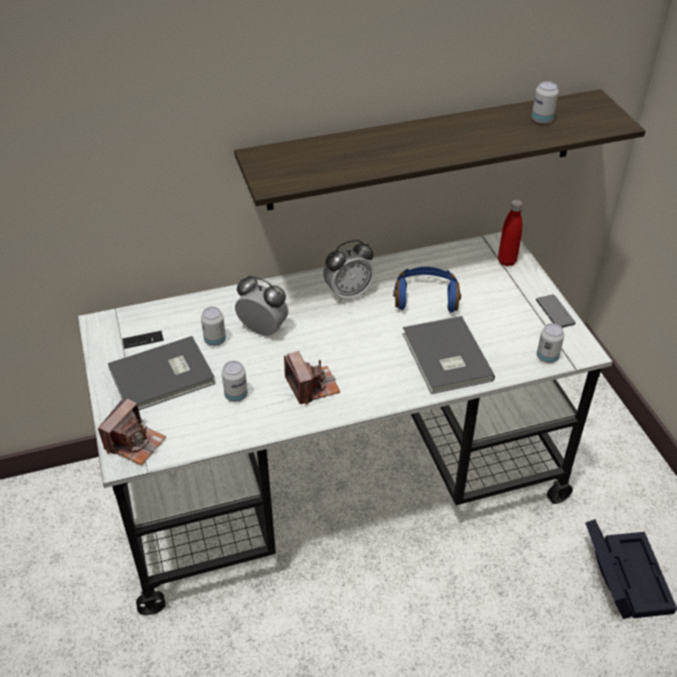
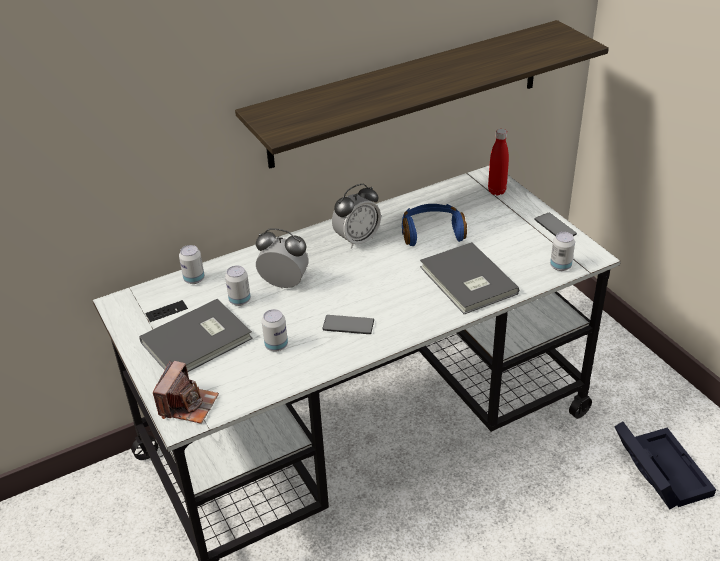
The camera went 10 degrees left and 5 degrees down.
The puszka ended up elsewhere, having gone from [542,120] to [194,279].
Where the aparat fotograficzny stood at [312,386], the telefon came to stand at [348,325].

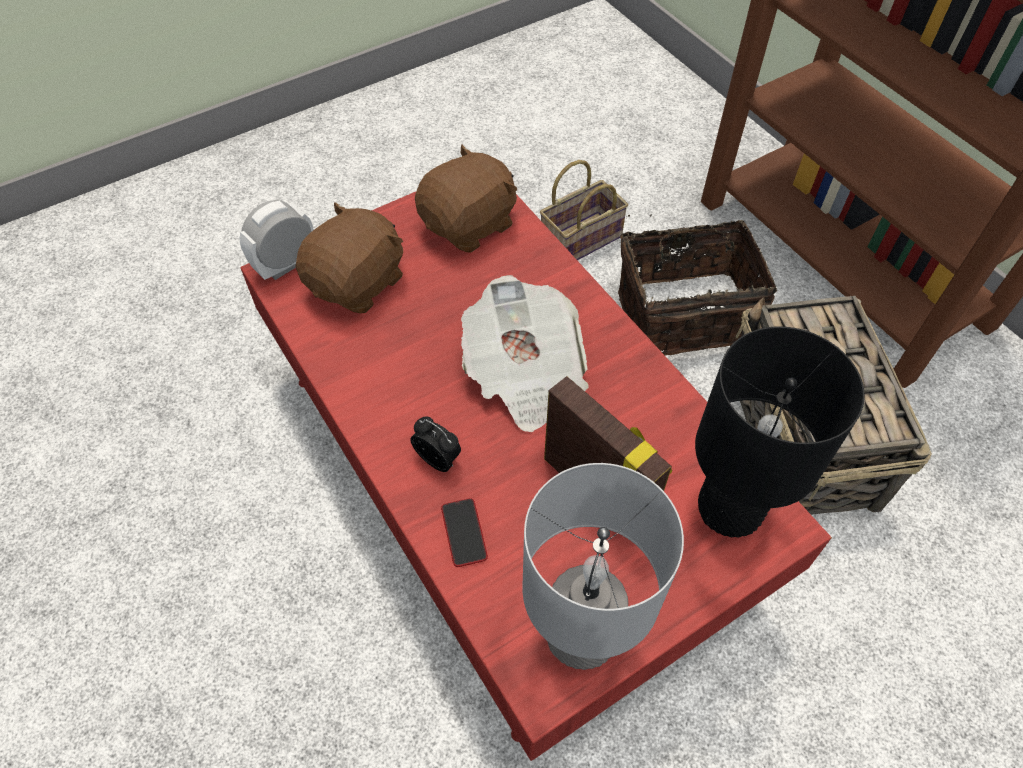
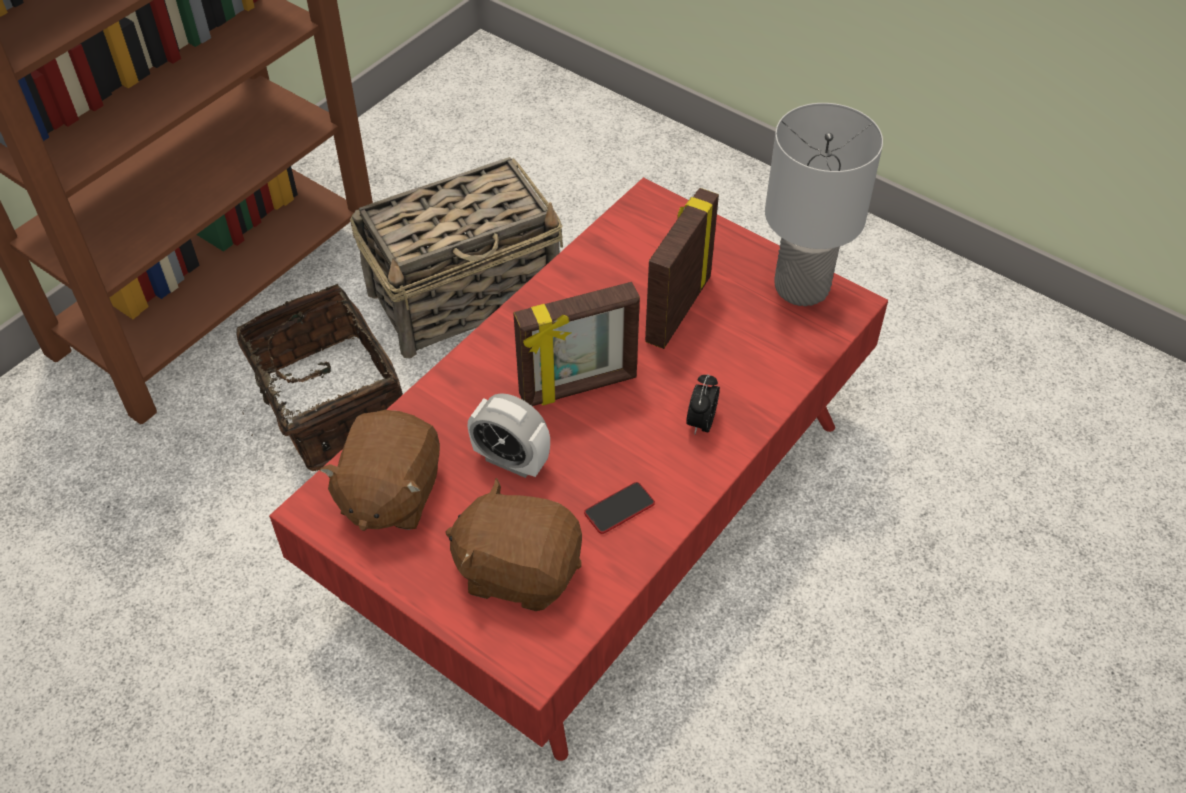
The camera went 110 degrees left and 5 degrees down.
The pluszak (brązowy) at [470,225] ended up facing another way, 105 degrees counterclockwise from before.
The second view lost the koszyk at [581,238].
The budzik ended up elsewhere, having gone from [286,264] to [511,460].
Where the gazeta stood at [525,374], the ramka na zdjęcie came to stand at [578,388].
The second view lost the lampa stołowa (czarny) at [727,511].
The telefon ended up elsewhere, having gone from [464,532] to [619,508].

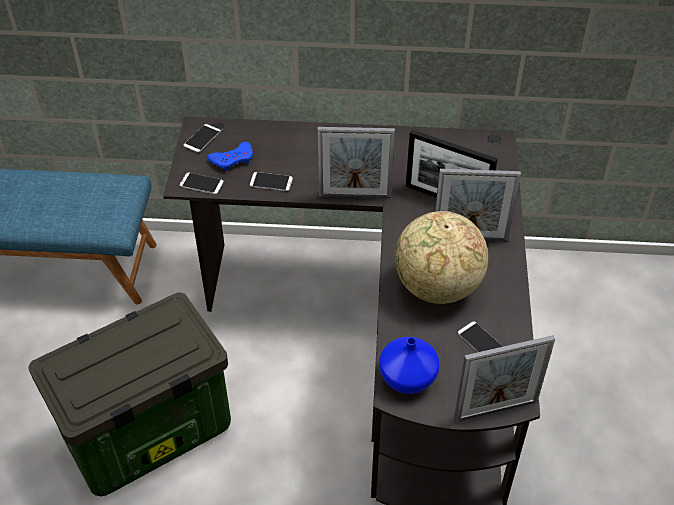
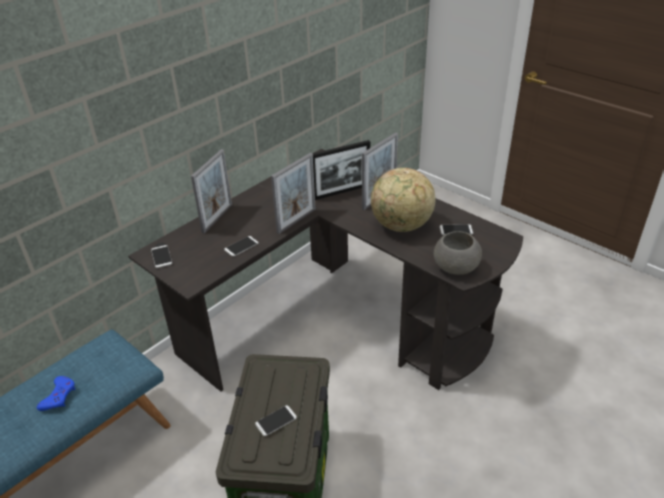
The camera went 50 degrees left and 10 degrees down.
The pad do gier (niebieski) ended up elsewhere, having gone from [233,160] to [59,396].
The telefon ended up elsewhere, having gone from [201,184] to [276,421].
The ramka na zdjęcie ended up elsewhere, having gone from [495,410] to [217,218].
Where the wazon (niebieski) stood at [407,377], the miska (szary) came to stand at [455,267].

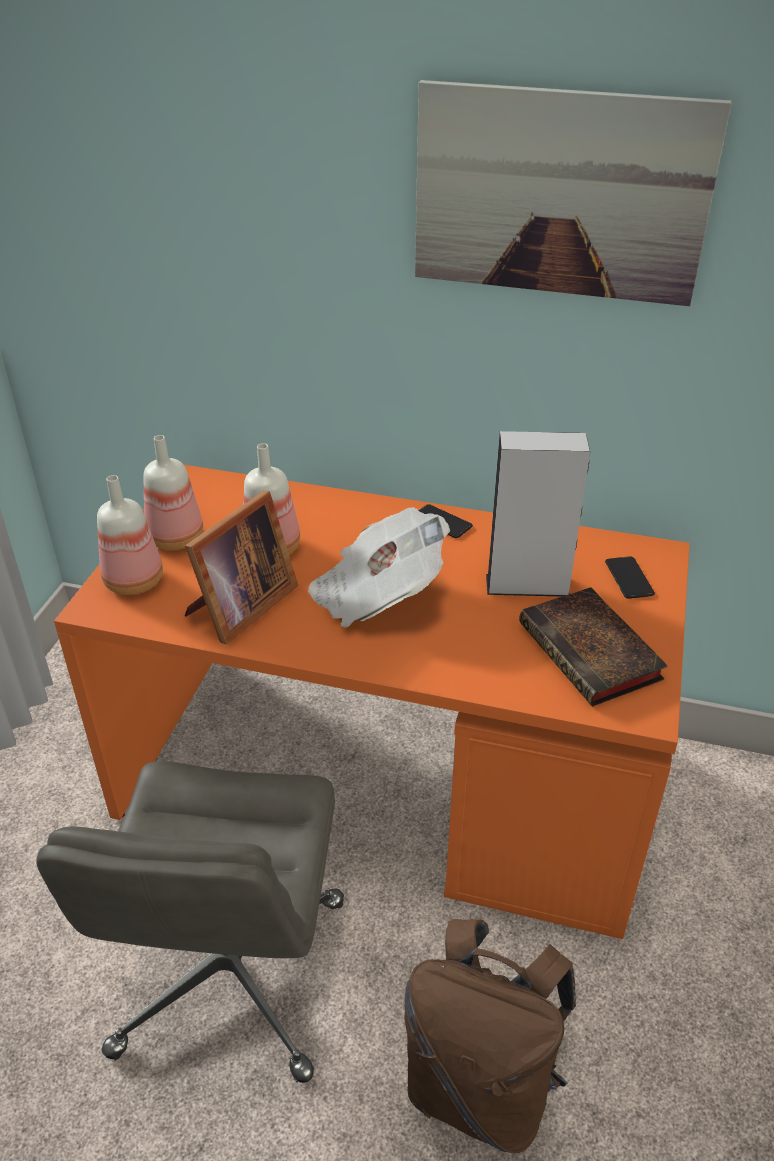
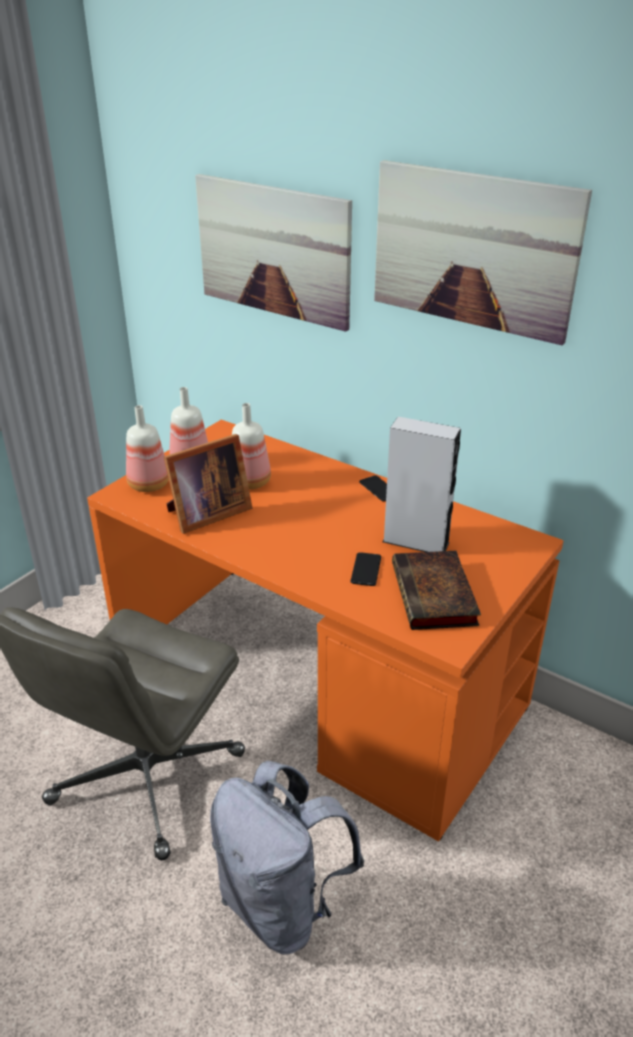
The camera went 20 degrees right and 5 degrees down.
The second view lost the gazeta at [377,594].
The telefon ended up elsewhere, having gone from [629,578] to [366,570].
What was the plecak (brązowy) at [481,1083] turned into the plecak (szary) at [282,904].
The second view gained the obraz at [273,250].

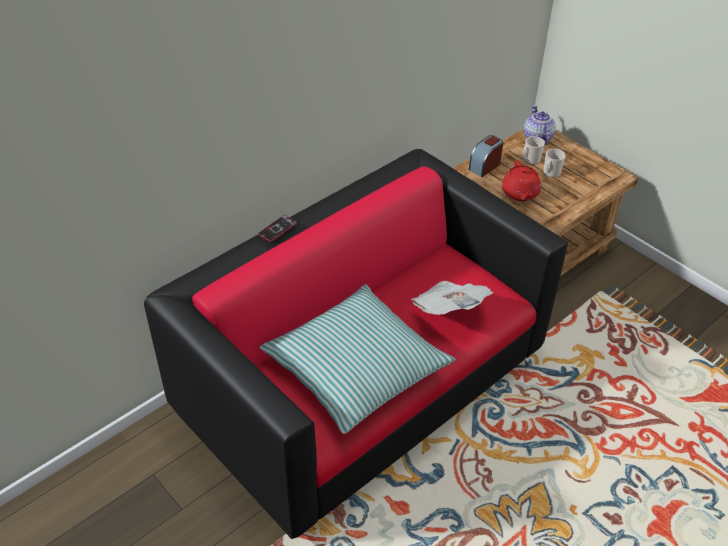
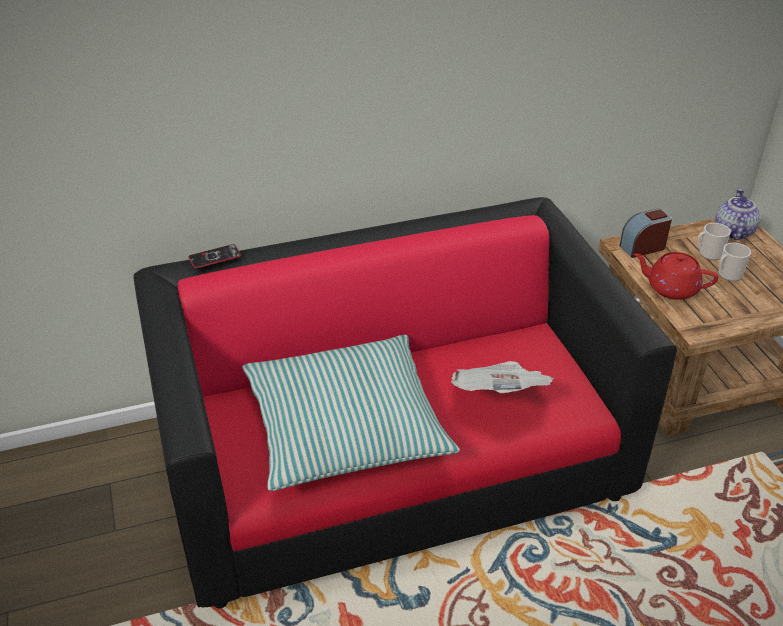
The camera went 25 degrees right and 5 degrees down.
The imbryk (czerwony) at [520,194] ended up facing another way, 90 degrees clockwise from before.
The telefon ended up elsewhere, having gone from [277,229] to [215,257].

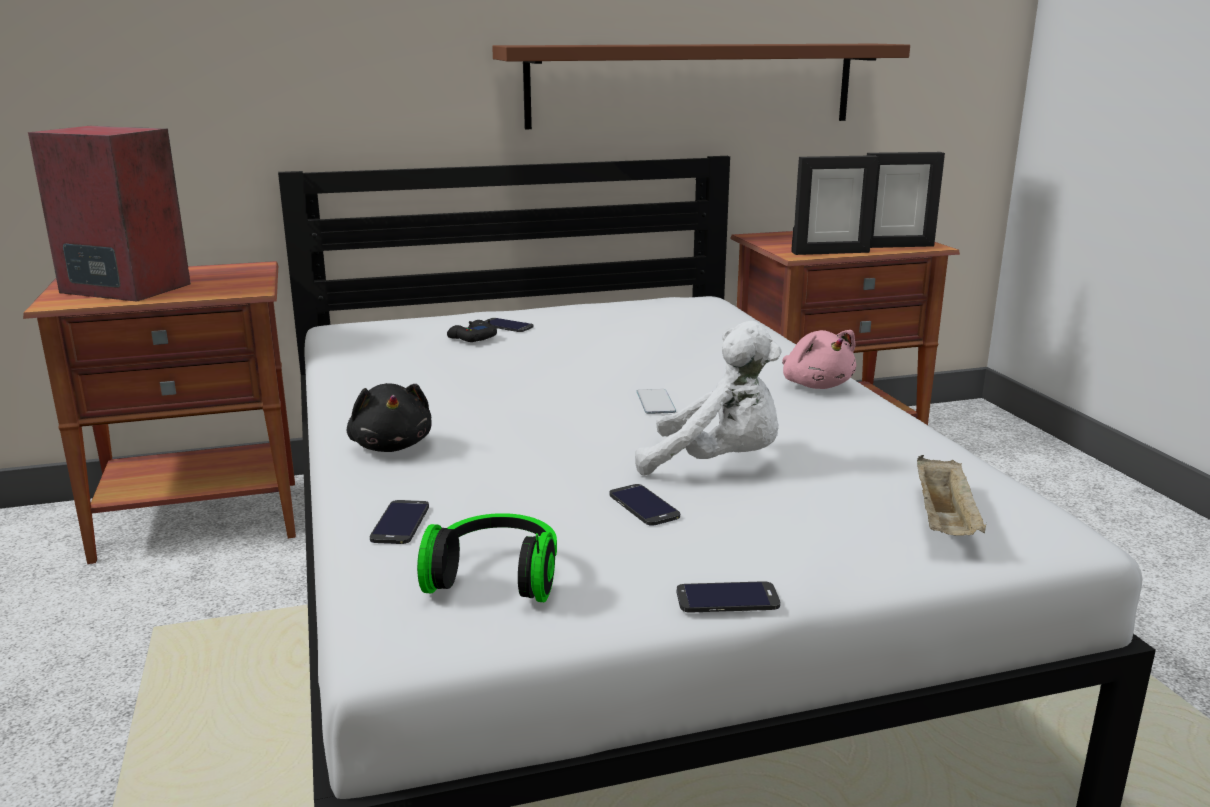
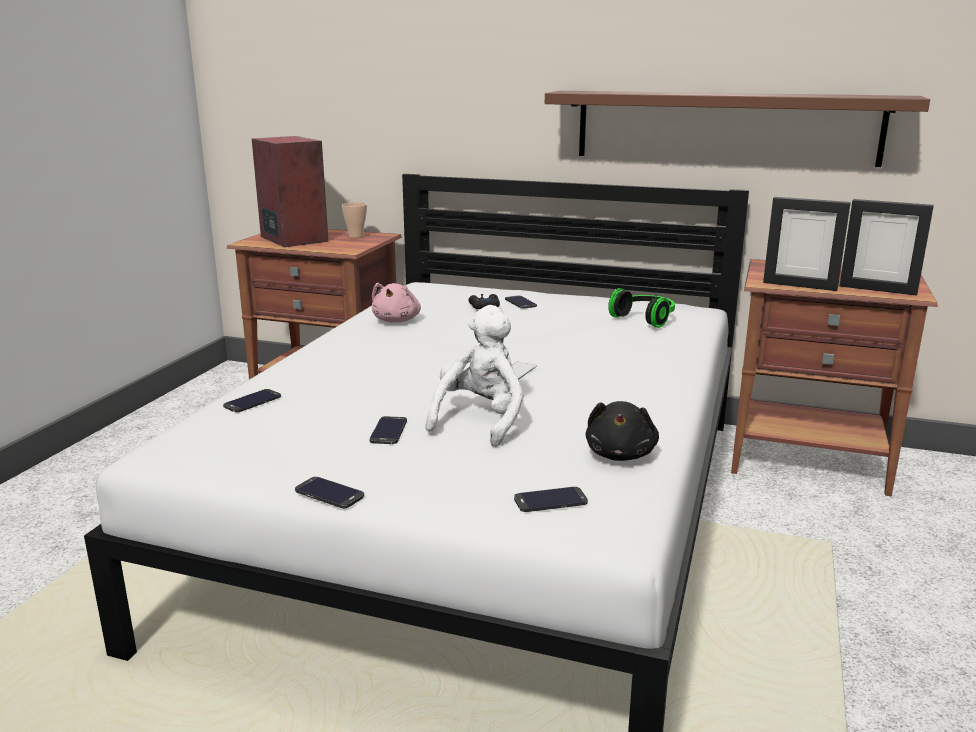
The camera went 35 degrees right and 0 degrees up.
The pluszak (biały) at [717,464] ended up facing another way, 120 degrees counterclockwise from before.
The pluszak (różowy) ended up elsewhere, having gone from [816,385] to [397,320].
The pluszak (czarny) ended up elsewhere, having gone from [392,445] to [621,454].
Where the taca (beżowy) stood at [944,522], the telefon came to stand at [550,500].
The słuchawki ended up elsewhere, having gone from [496,577] to [645,319].
The second view gained the filiżanka at [356,236].

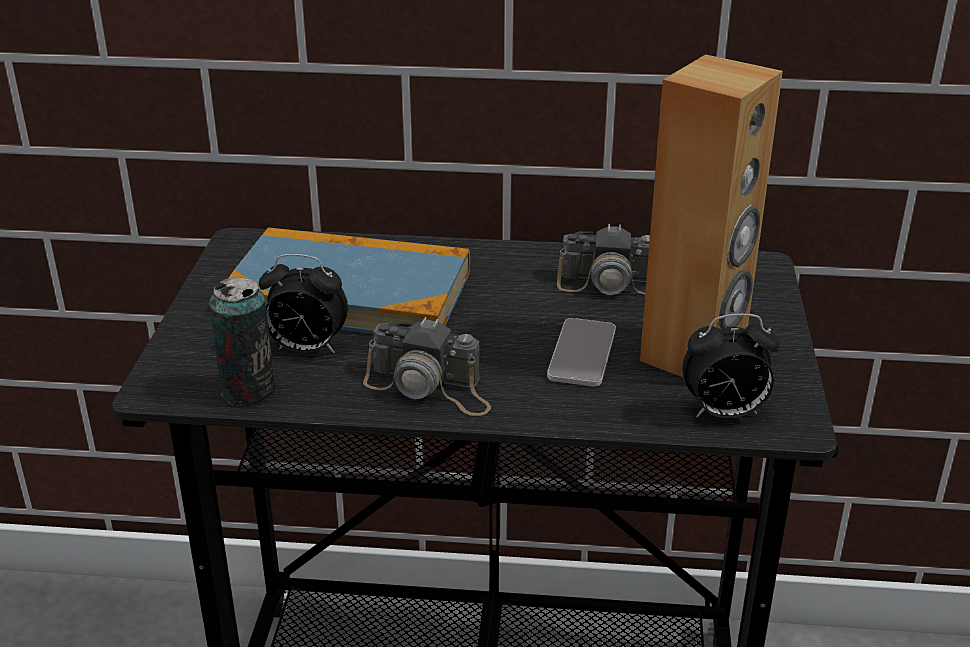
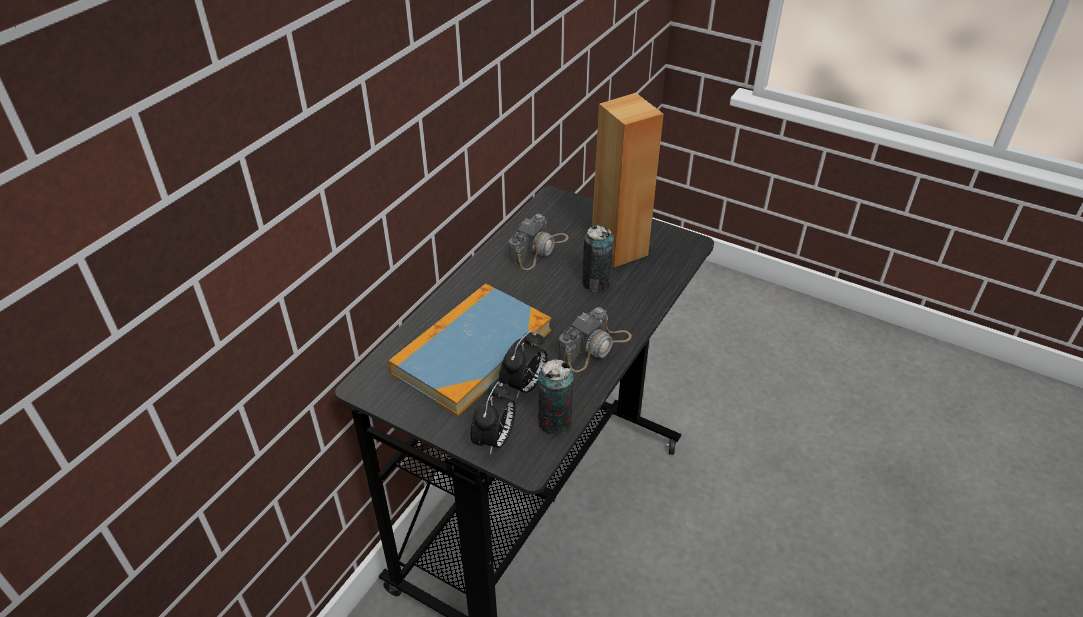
The camera went 65 degrees left and 10 degrees up.
The budzik ended up elsewhere, having gone from [724,413] to [495,440].
Where the telefon stood at [582,354], the puszka came to stand at [596,283].

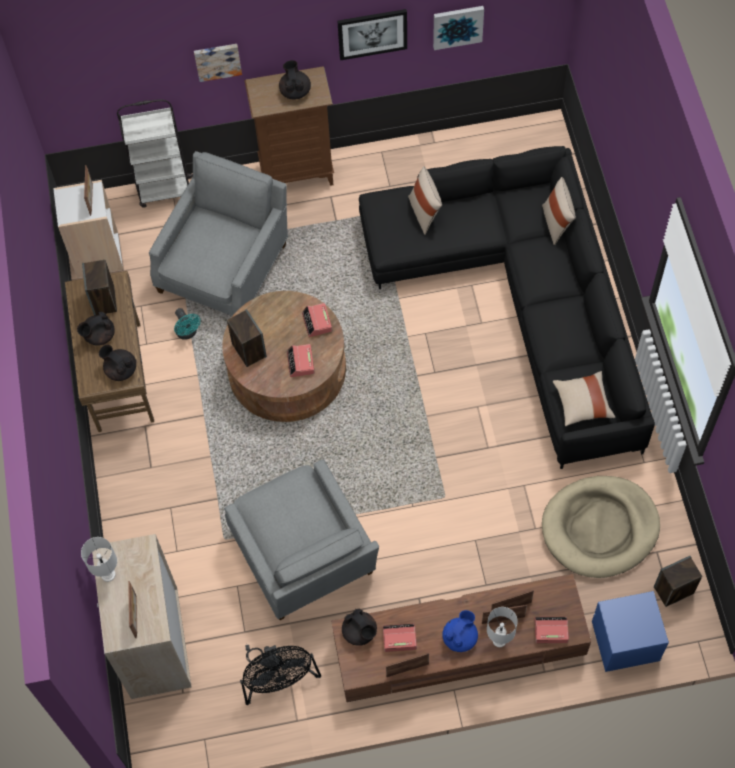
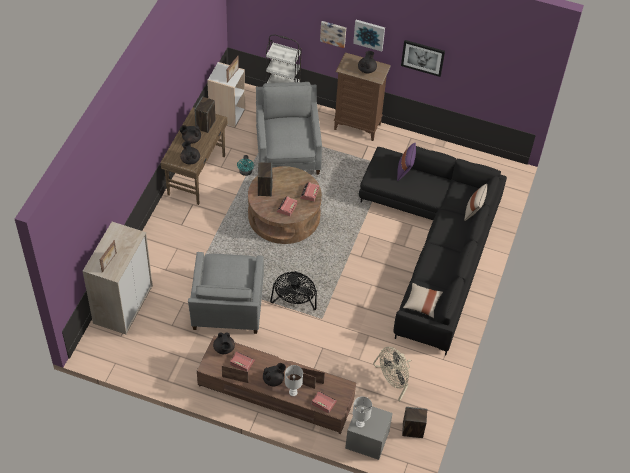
The camera went 25 degrees right and 10 degrees down.
The obraz ended up elsewhere, having gone from [457,26] to [369,34].
The fotel (szary) at [224,265] ended up facing another way, 60 degrees counterclockwise from before.
What was the poduszka (beżowy) at [425,213] turned into the poduszka (fioletowy) at [405,171].
Where the legowisko (beżowy) stood at [600,528], the wentylator (beżowy) came to stand at [394,378].
The lampa stołowa (biały) ended up elsewhere, having gone from [109,574] to [360,424].
What was the szafka nocna (niebieski) at [625,643] turned into the szafka nocna (szary) at [367,441].
What was the imbryk (niebieski) at [460,637] turned into the imbryk (czarny) at [273,379].
The wentylator (czarny) ended up elsewhere, having gone from [275,676] to [293,299].

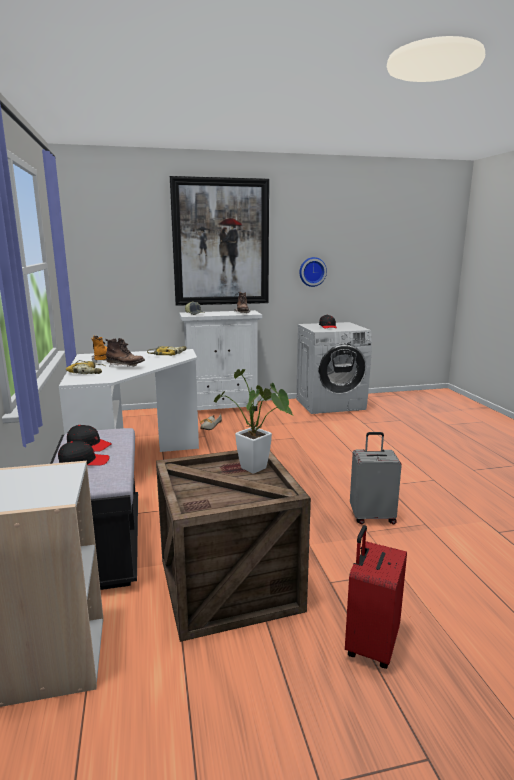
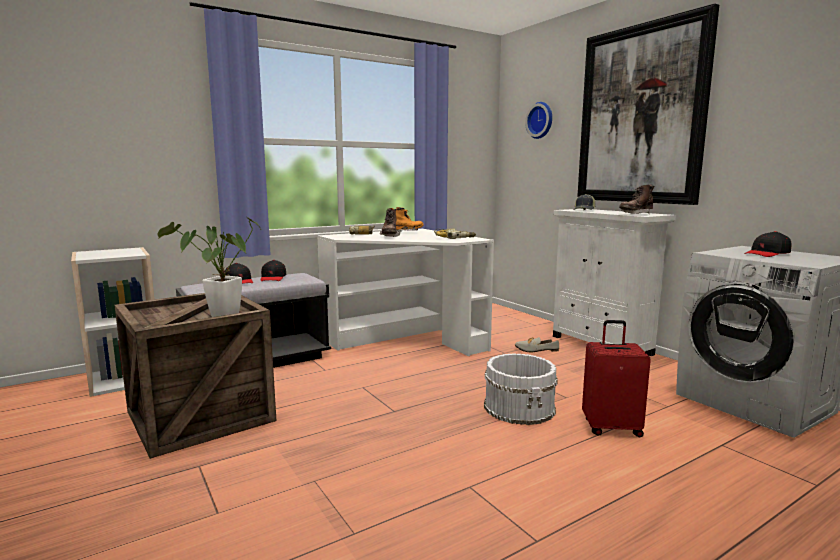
The camera went 70 degrees right and 5 degrees down.
The zegar ścienny ended up elsewhere, having gone from [312,271] to [541,120].
The second view lost the walizka (szary) at [372,516].
The walizka (czerwony) ended up elsewhere, having gone from [370,644] to [611,428].
The second view gained the wiadro (biały) at [520,407].

